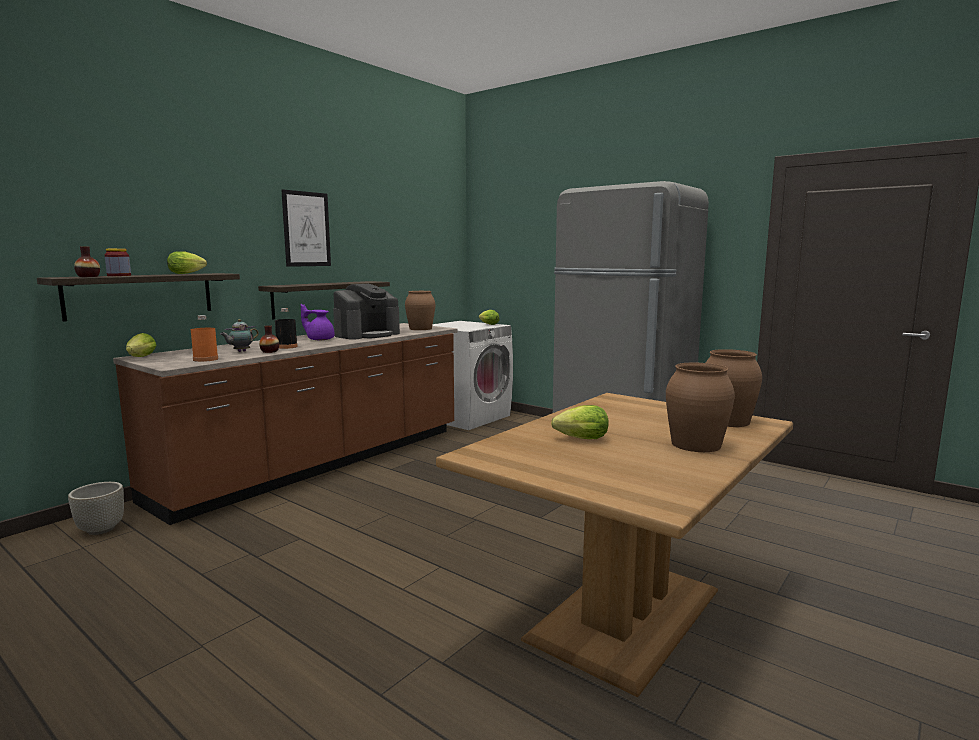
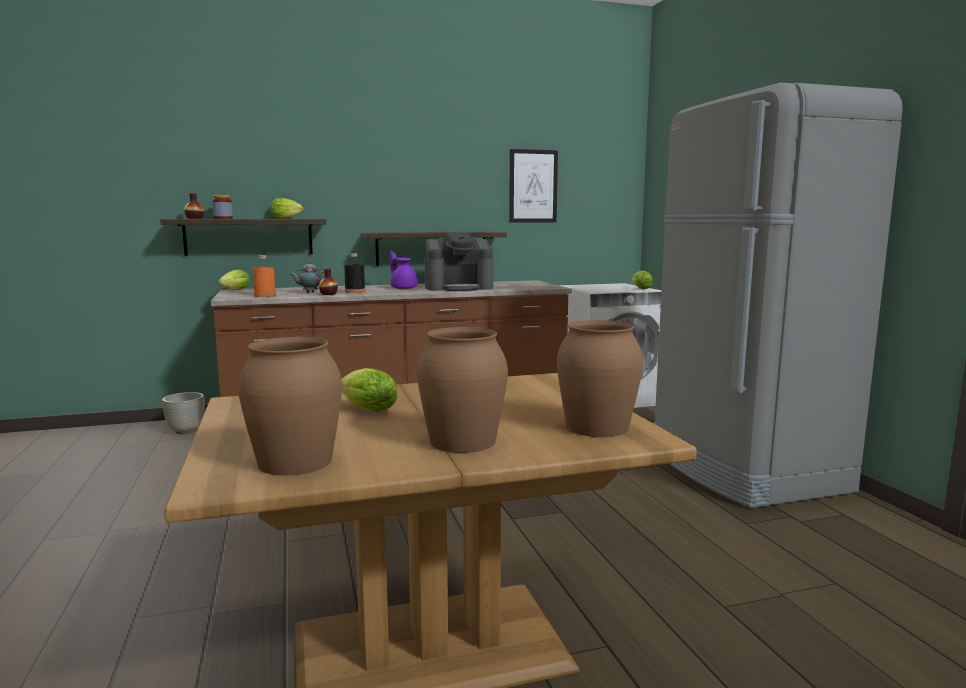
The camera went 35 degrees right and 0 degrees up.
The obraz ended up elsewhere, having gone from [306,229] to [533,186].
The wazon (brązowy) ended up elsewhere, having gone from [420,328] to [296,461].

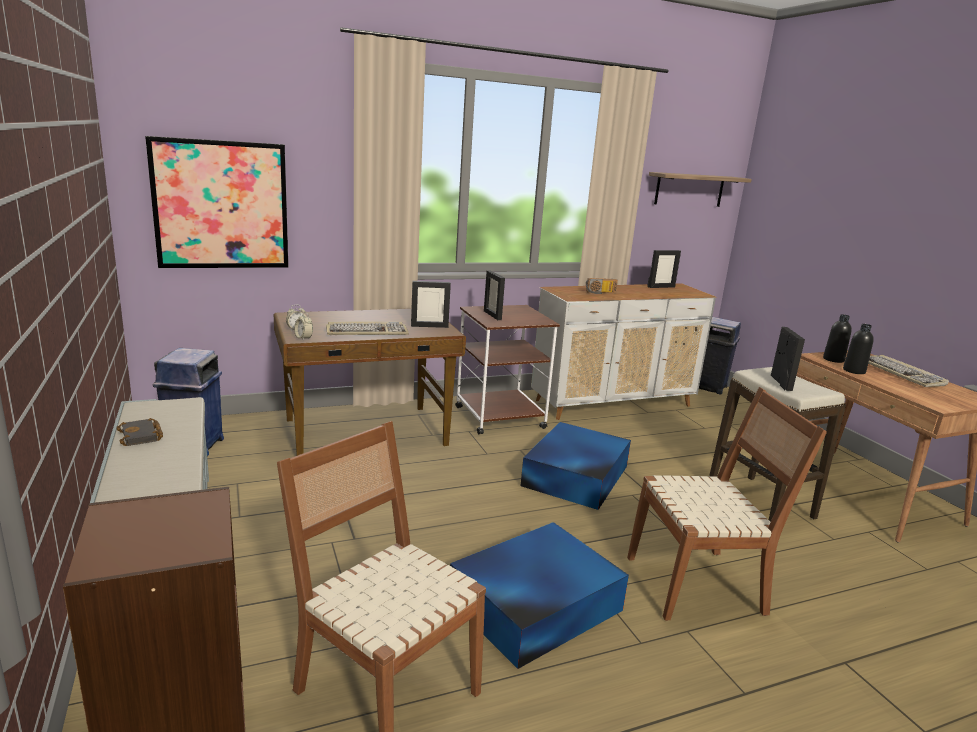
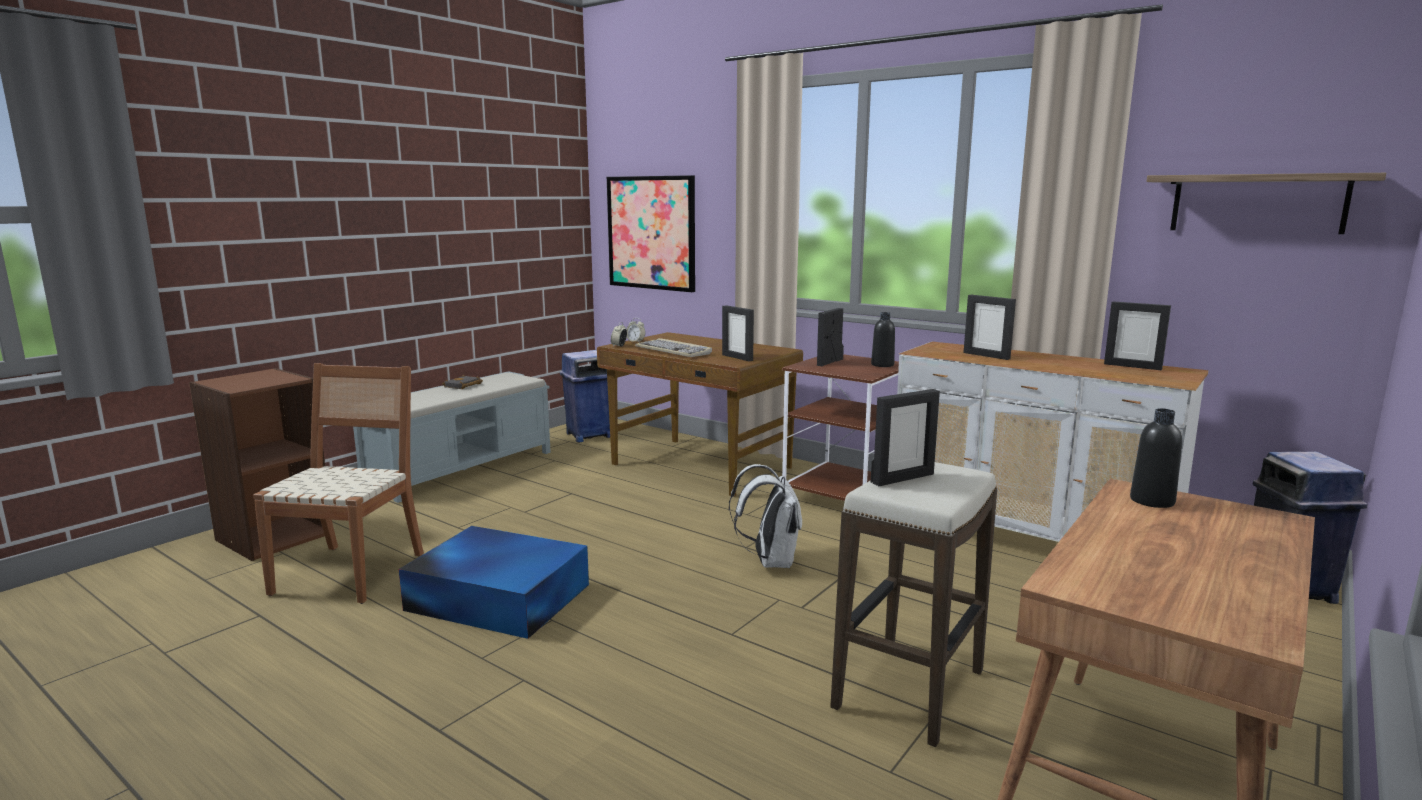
The camera went 60 degrees right and 5 degrees down.
Where the radio stood at [600,293], the ramka na zdjęcie came to stand at [987,355].
The butelka (czarny) ended up elsewhere, having gone from [854,371] to [882,365].
The second view lost the klawiatura at [901,374].
The second view lost the krzesło at [700,585].
Where the pojemnik do przechowywania (niebieski) stood at [574,476], the plecak (biały) came to stand at [770,561].

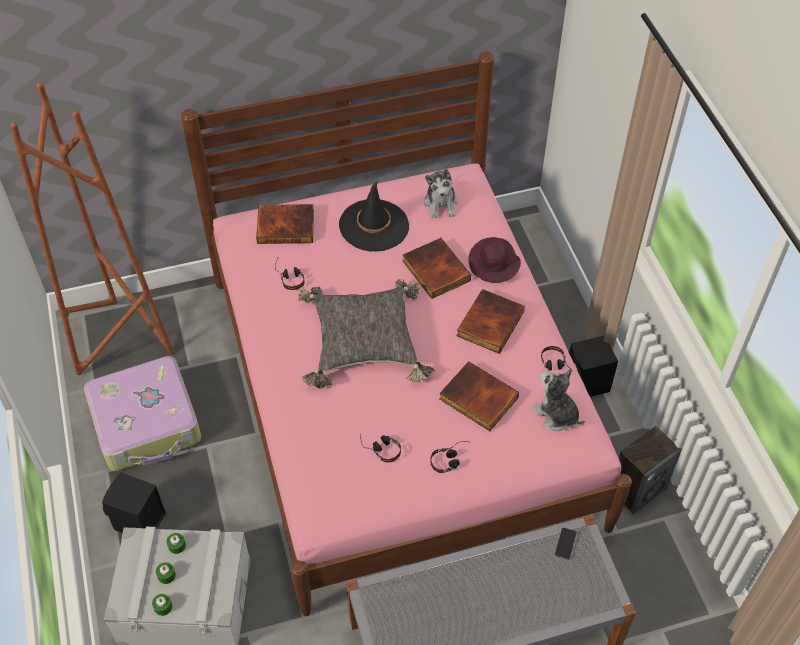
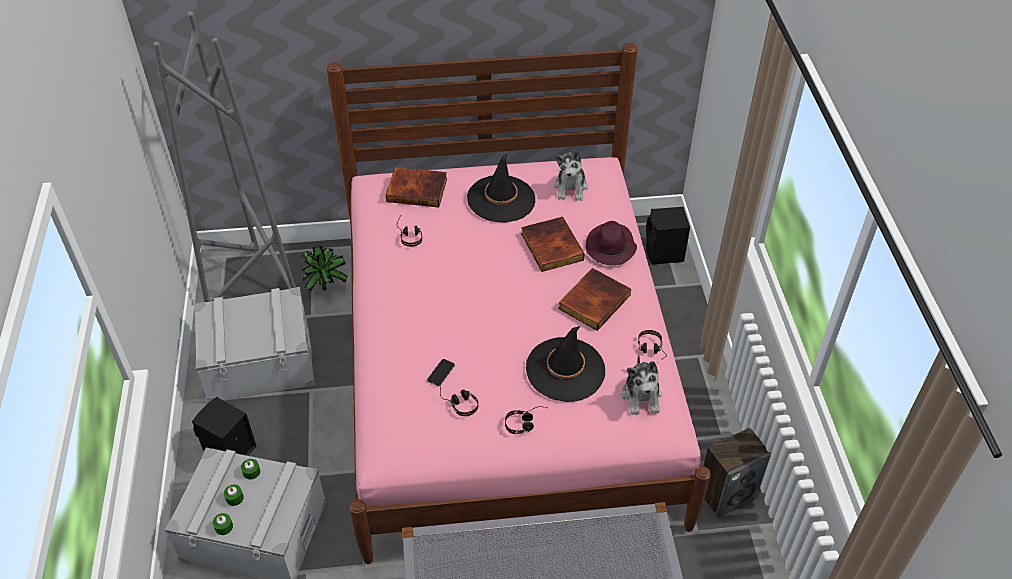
The camera went 10 degrees right and 5 degrees down.
What was the wieszak (brązowy) at [122,342] turned into the wieszak (szary) at [255,286].
The second view lost the poduszka at [364,339].
The głośnik (czarny) ended up elsewhere, having gone from [587,384] to [664,254].
Where the walizka stood at [147,423], the pojemnik do przechowywania (szary) came to stand at [259,361].
Where the książka stood at [477,399], the kapelusz (czarny) came to stand at [565,370].
The pluszak at [556,415] ended up facing another way, 150 degrees counterclockwise from before.
The telefon ended up elsewhere, having gone from [565,544] to [441,373].
The second view gained the roślina doniczkowa at [327,286].

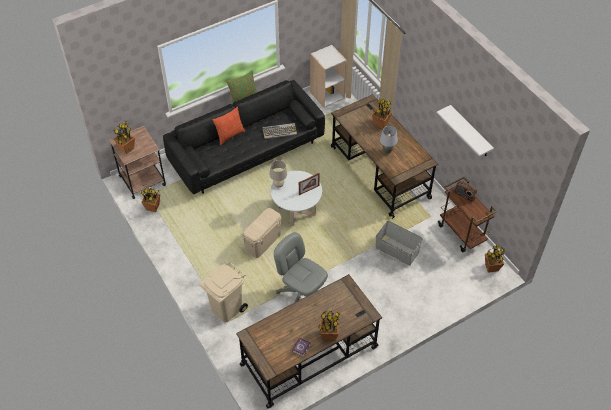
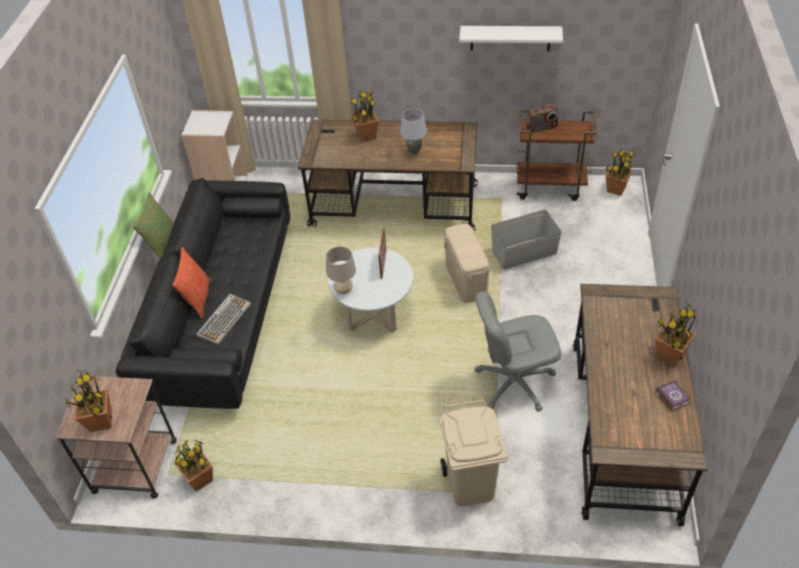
The camera went 50 degrees left and 5 degrees down.
The klawiatura ended up elsewhere, having gone from [279,131] to [224,319].
The pojemnik do przechowywania (beżowy) ended up elsewhere, having gone from [263,242] to [466,280].

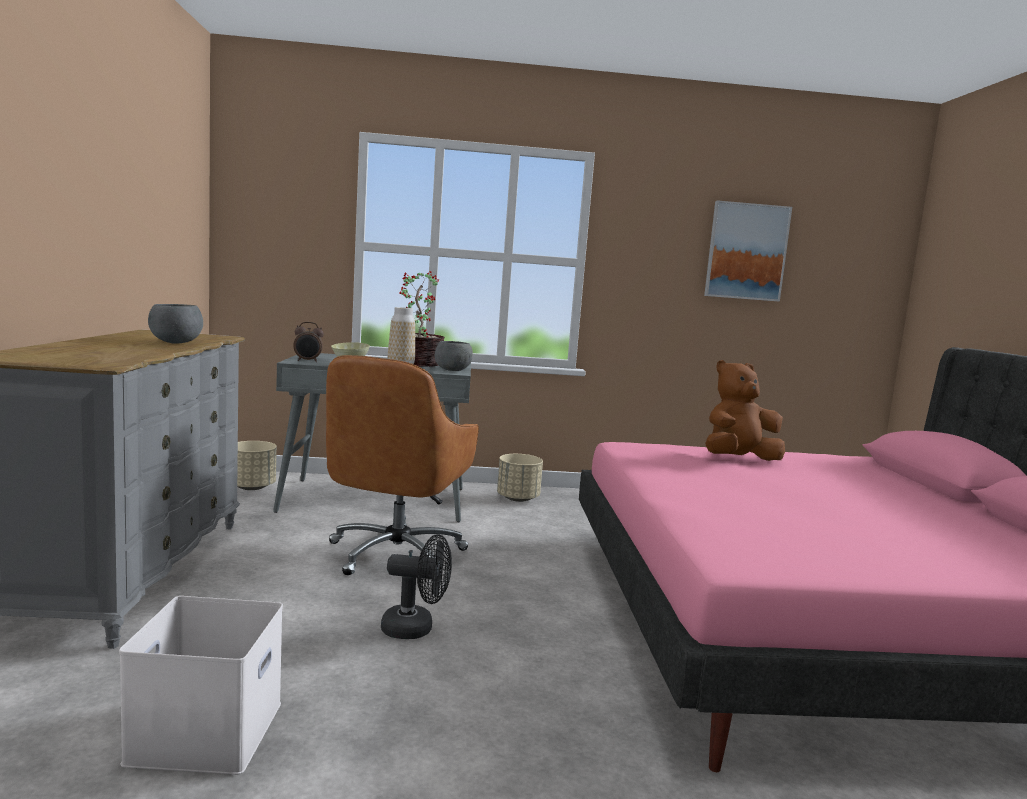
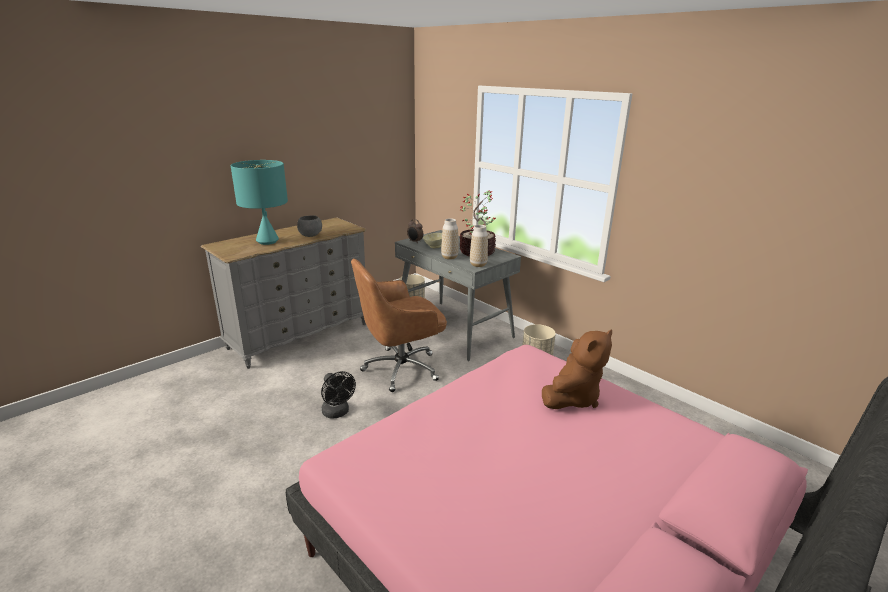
The camera went 50 degrees right and 15 degrees up.
The second view lost the obraz at [746,251].
Where the miska (szary) stood at [453,370], the wazon came to stand at [478,264].
The pluszak (brązowy) at [738,460] ended up facing another way, 105 degrees clockwise from before.
The second view lost the pojemnik do przechowywania (biały) at [205,730].
The second view gained the lampa stołowa (turkusowy) at [267,242].

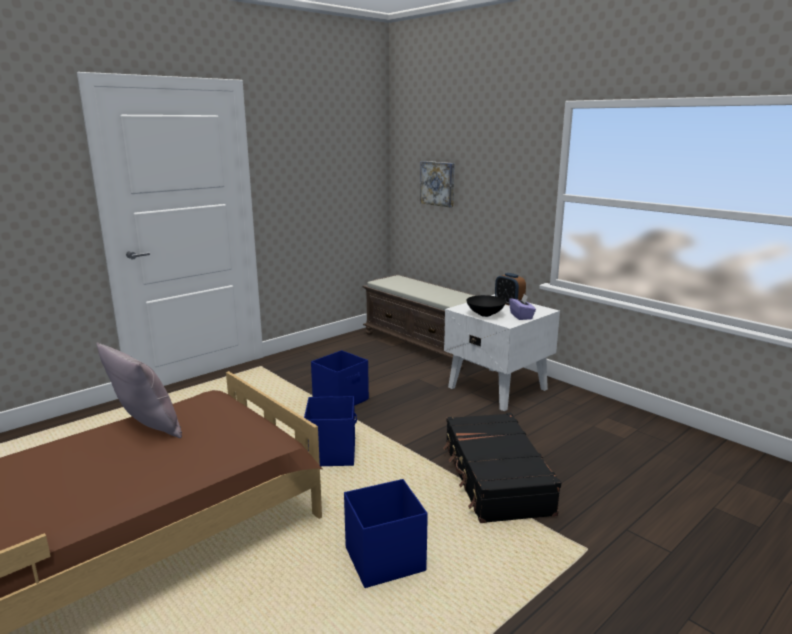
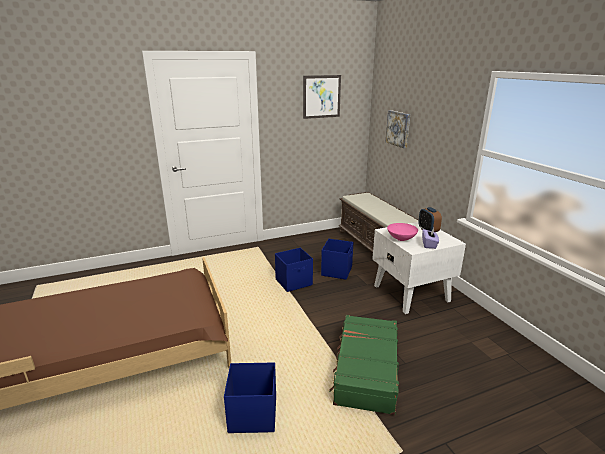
The camera went 20 degrees right and 5 degrees up.
What was the miska (czarny) at [485,315] turned into the miska (różowy) at [401,239].
The second view lost the poduszka (fioletowy) at [147,427].
The pojemnik do przechowywania (niebieski) ended up elsewhere, having gone from [332,453] to [337,271].
What was the walizka (czarny) at [495,478] turned into the walizka (zielony) at [365,370].
The second view gained the obraz at [321,96].

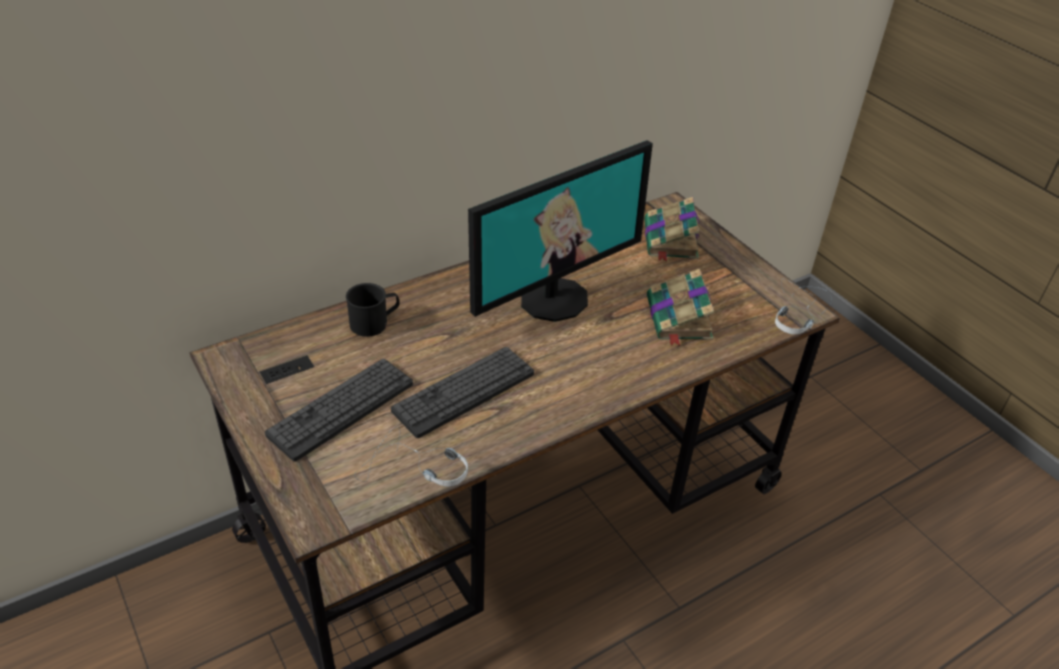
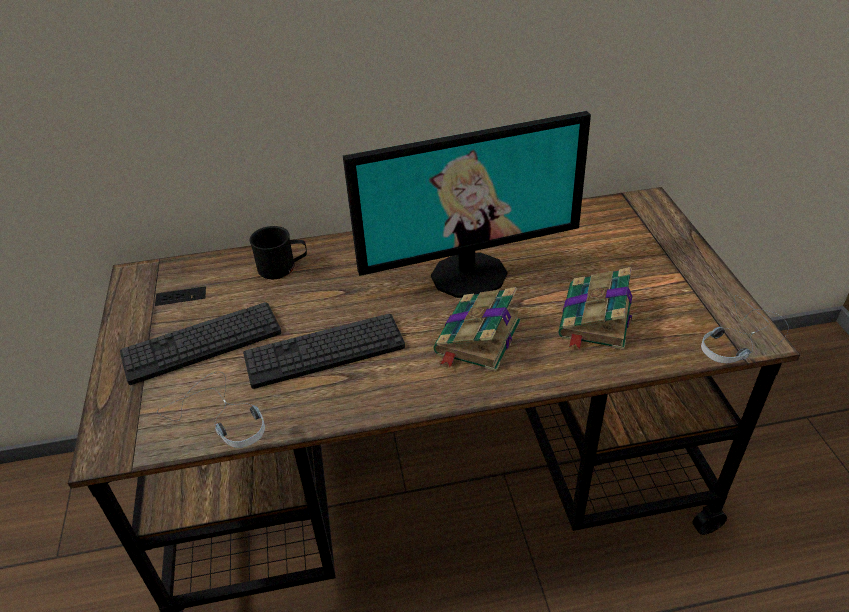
The camera went 25 degrees right and 0 degrees up.
The książka ended up elsewhere, having gone from [670,241] to [477,339].

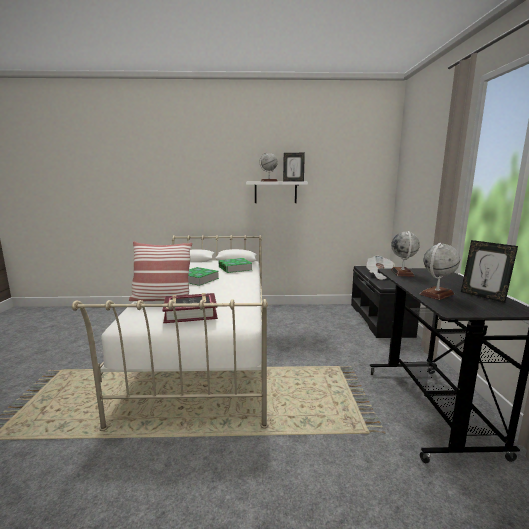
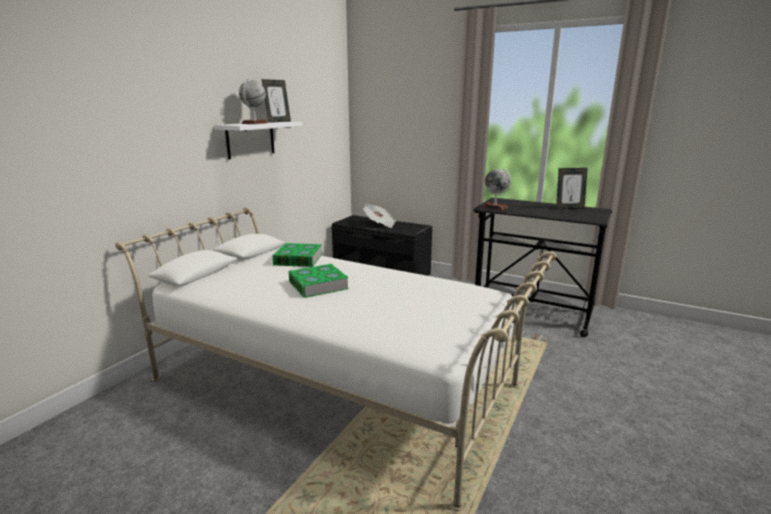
The camera went 60 degrees left and 5 degrees up.
The second view lost the poduszka at [162,299].
The second view lost the globus at [436,294].
The second view lost the książka at [190,313].

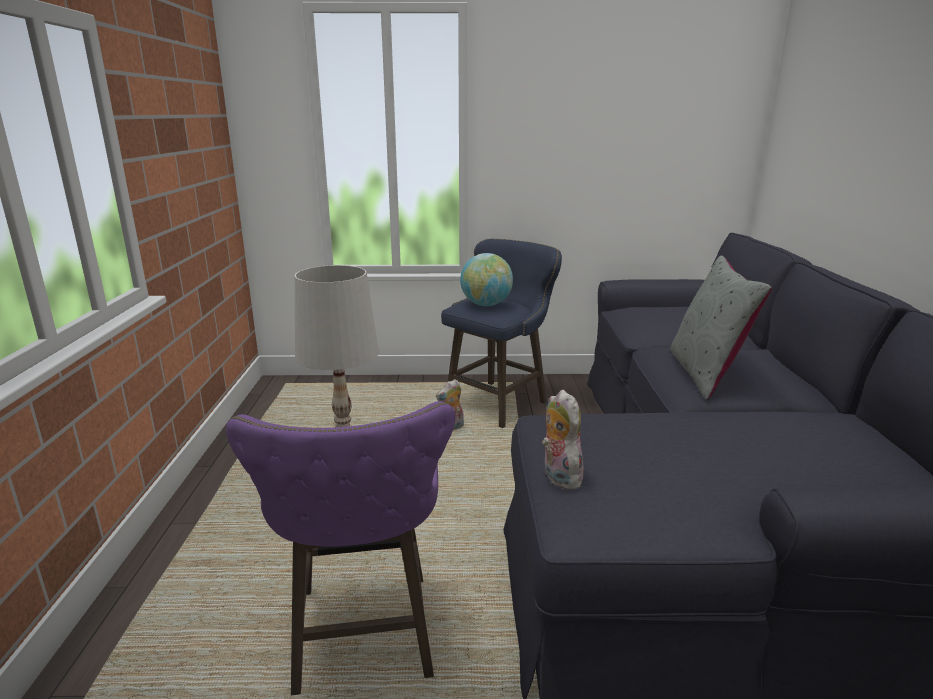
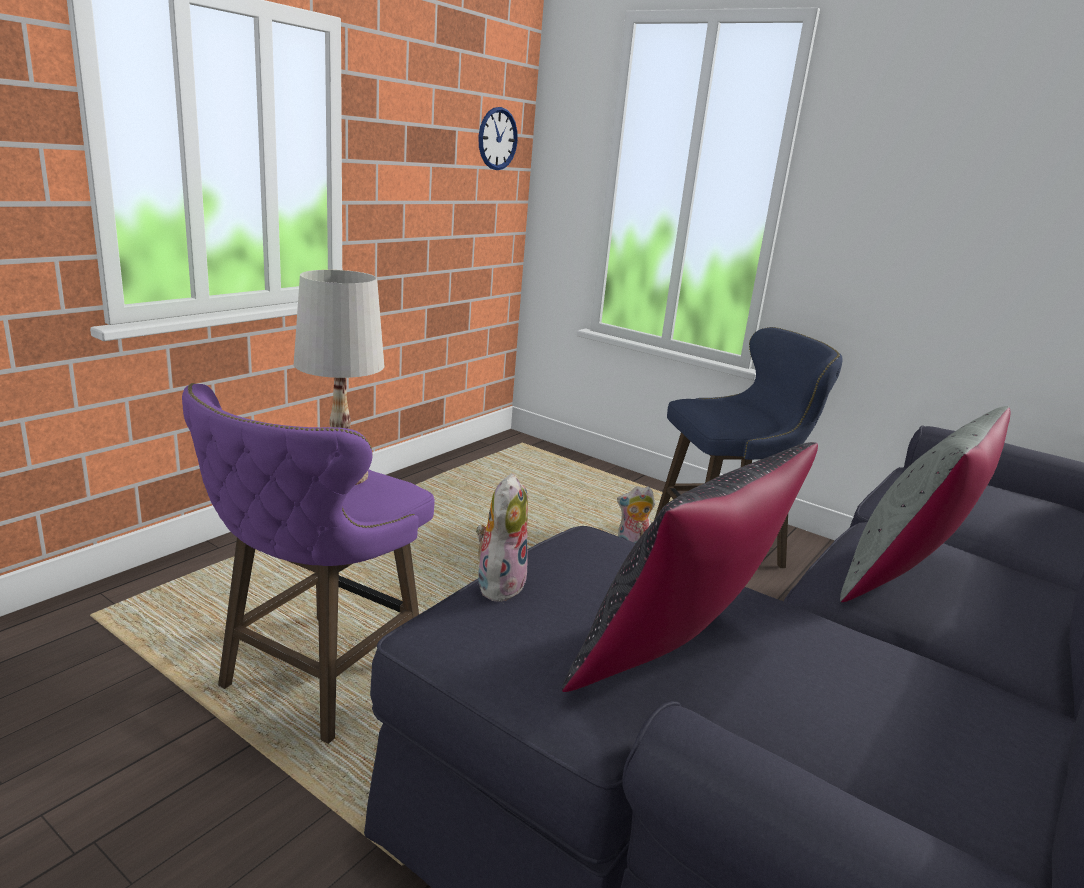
The camera went 35 degrees right and 0 degrees up.
The second view lost the globus at [486,305].
The second view gained the zegar ścienny at [497,138].
The second view gained the poduszka (czarny) at [676,659].

